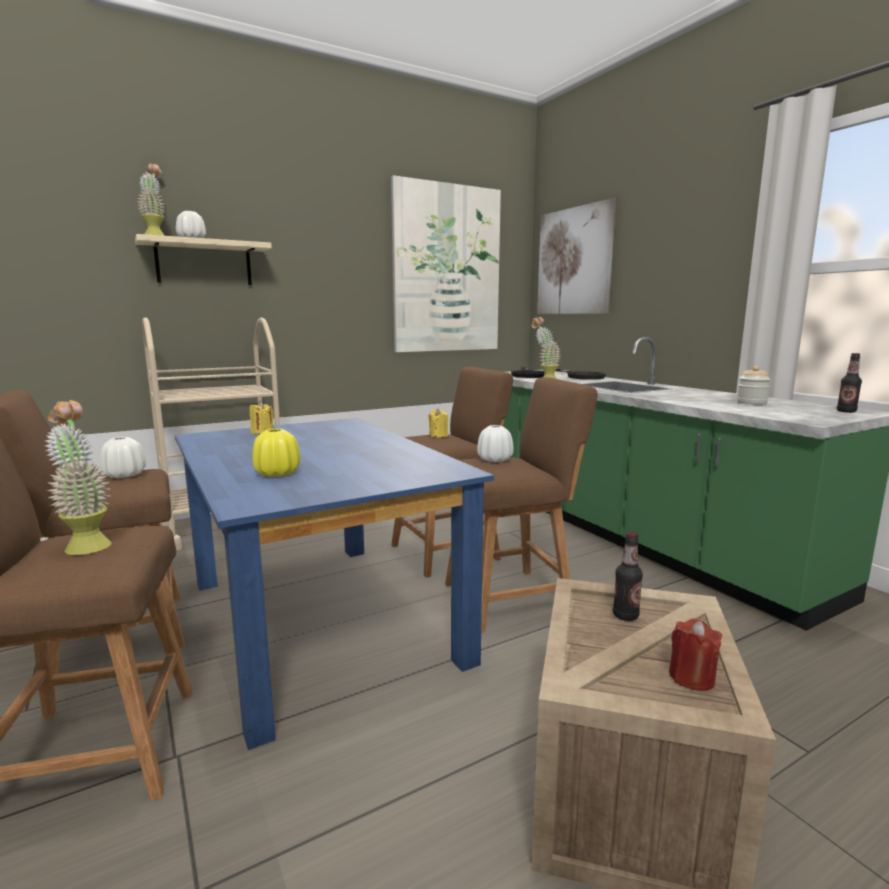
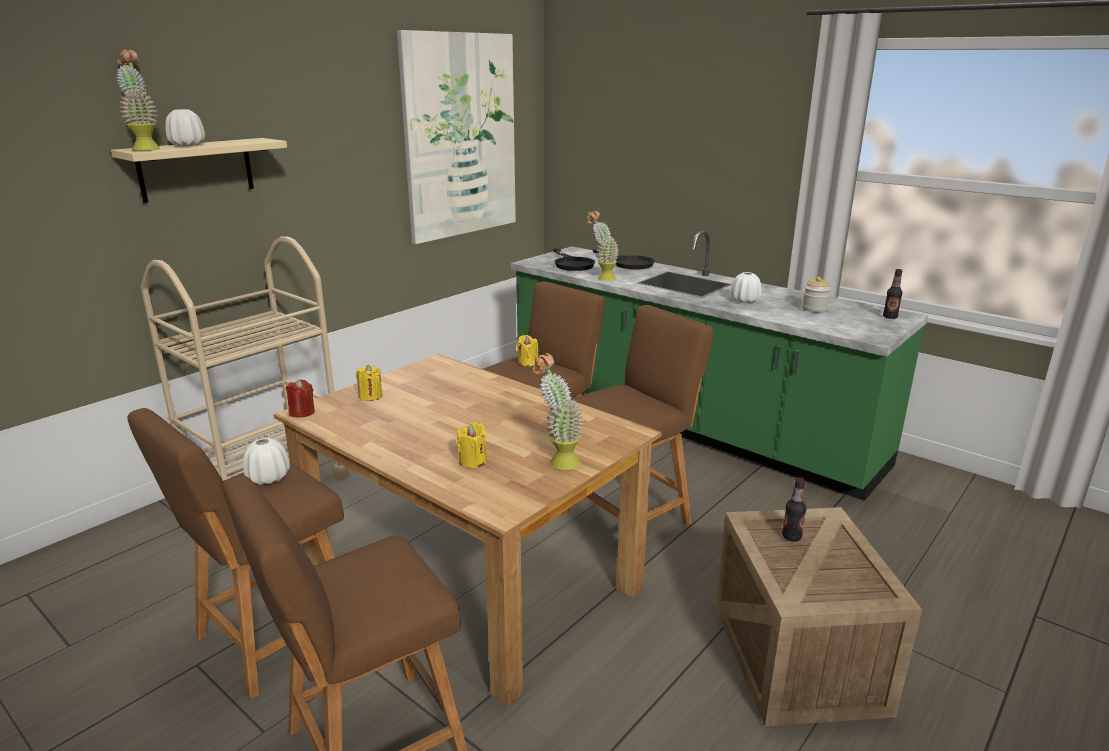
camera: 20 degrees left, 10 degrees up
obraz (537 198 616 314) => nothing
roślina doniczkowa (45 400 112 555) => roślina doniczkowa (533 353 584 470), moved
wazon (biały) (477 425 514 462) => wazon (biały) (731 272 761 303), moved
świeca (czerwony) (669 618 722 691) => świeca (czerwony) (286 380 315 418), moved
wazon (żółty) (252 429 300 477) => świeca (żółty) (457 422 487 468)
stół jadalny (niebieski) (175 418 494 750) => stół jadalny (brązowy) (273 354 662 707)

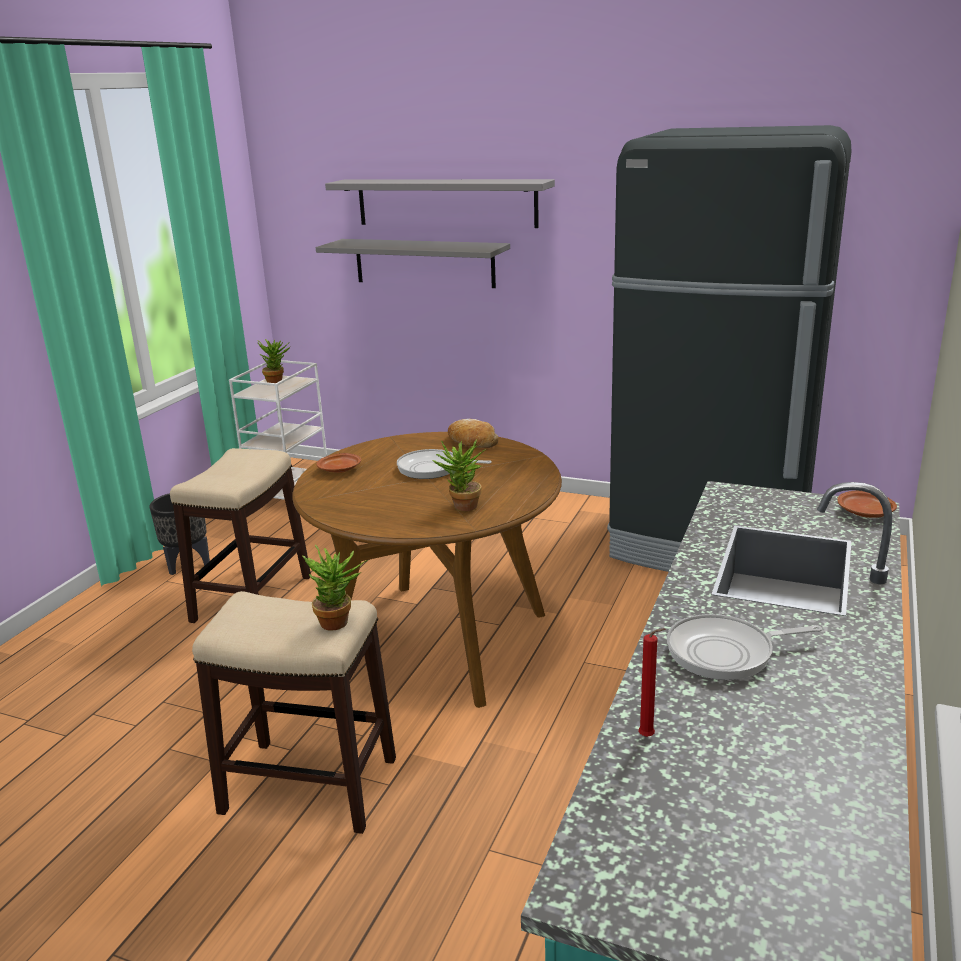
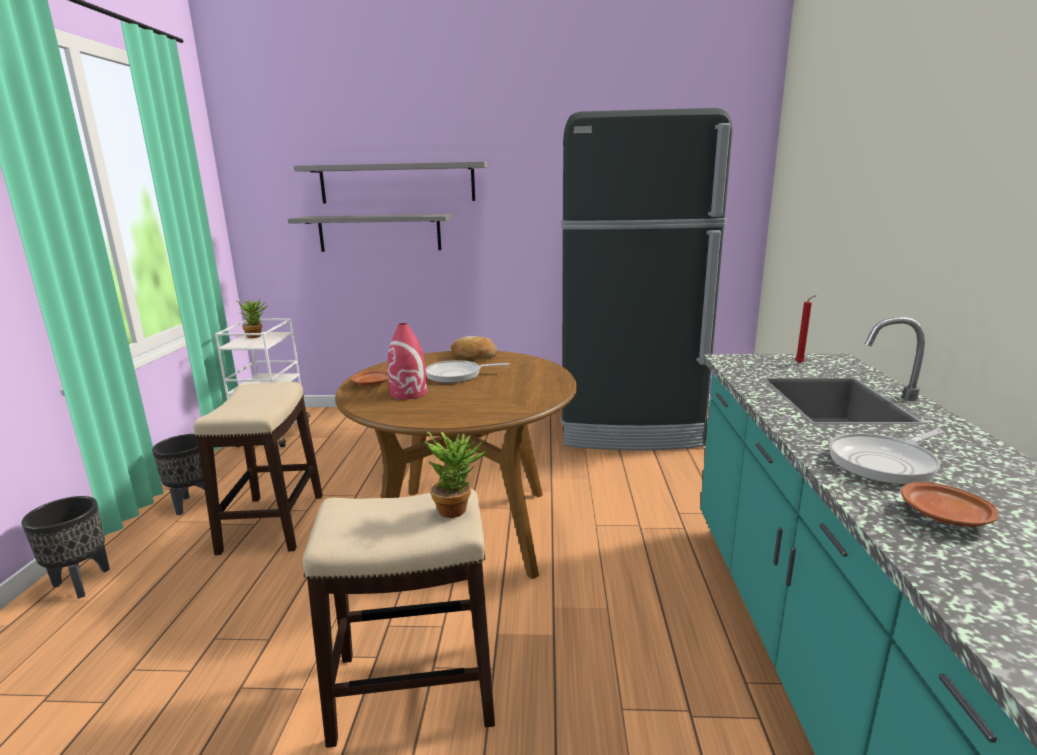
camera: 20 degrees left, 5 degrees down
roślina doniczkowa (432 440 485 511) => nothing
nothing => donica (czarny) (21 496 110 599)
nothing => wazon (czerwony) (387 323 427 400)
świeca (czerwony) (638 628 665 737) => świeca (czerwony) (795 295 817 363), moved
talerz (brązowy) (837 491 897 518) => talerz (brązowy) (901 482 999 527), moved

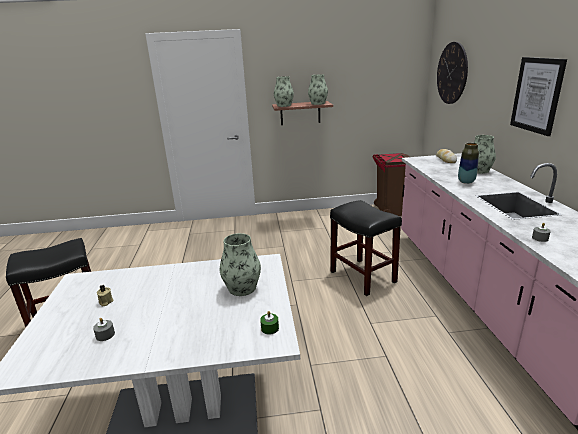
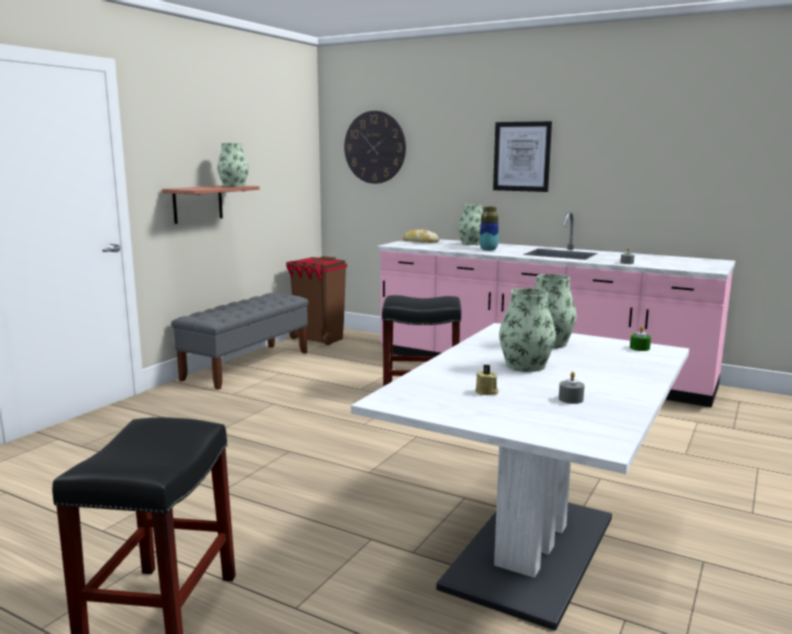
camera: 55 degrees left, 10 degrees down
nothing => ławka (szary) (171 293 309 390)
wazon (274 76 294 107) => wazon (499 288 556 372), moved

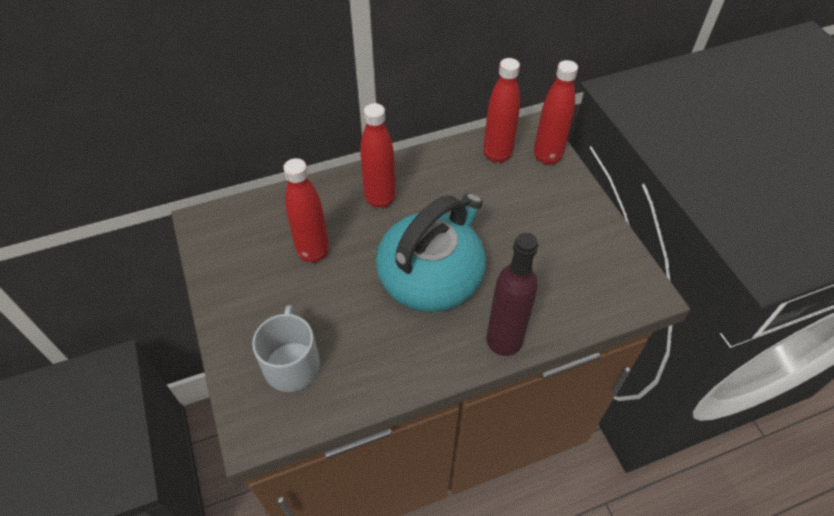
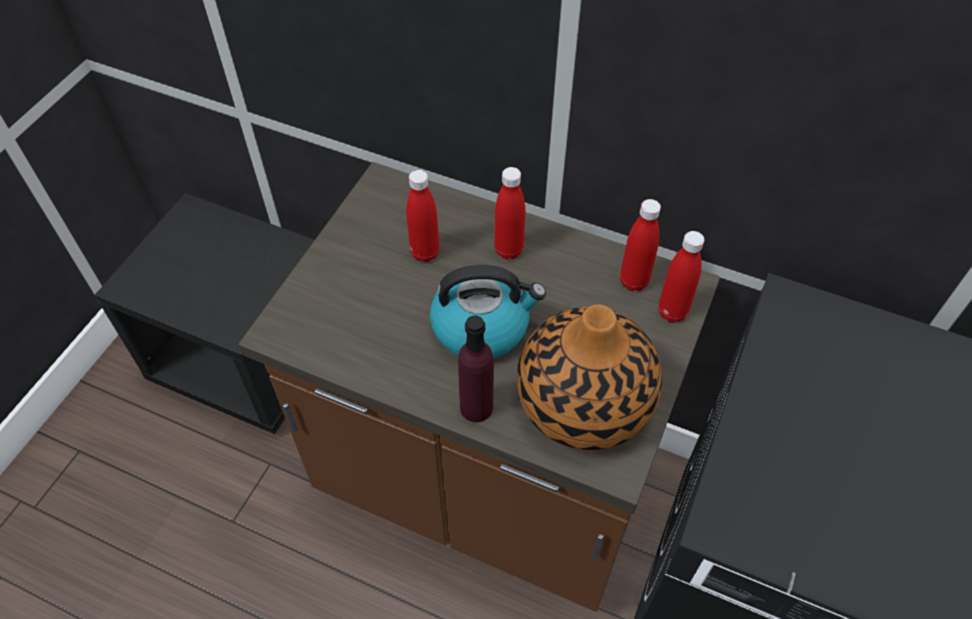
camera: 45 degrees right, 0 degrees up
kubek (szary) (252 305 320 392) => nothing
nothing => wazon (517 304 662 451)

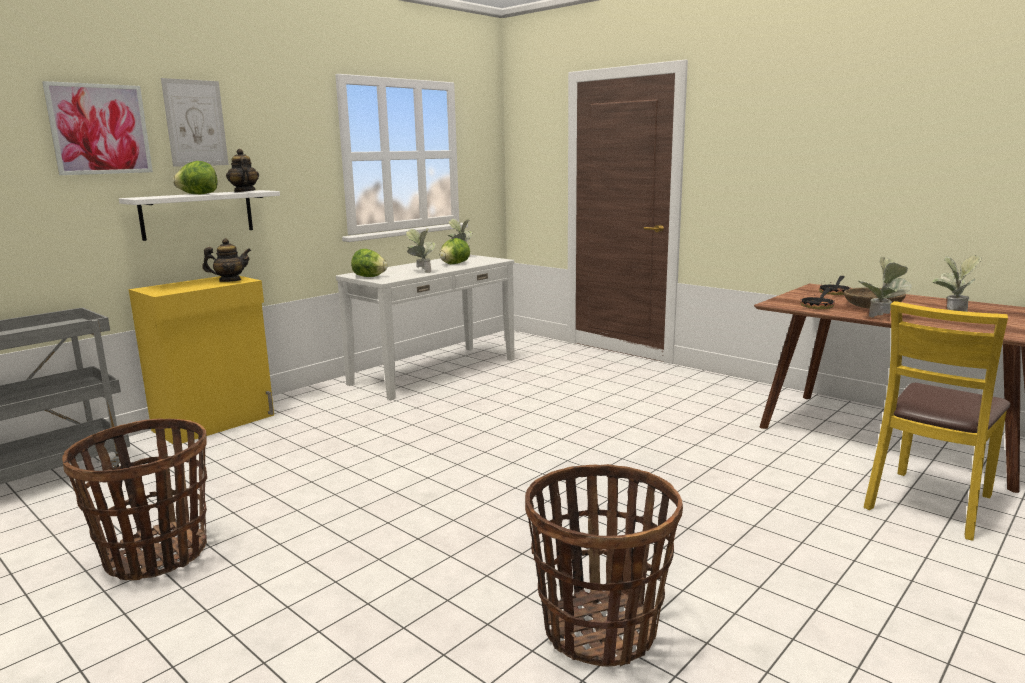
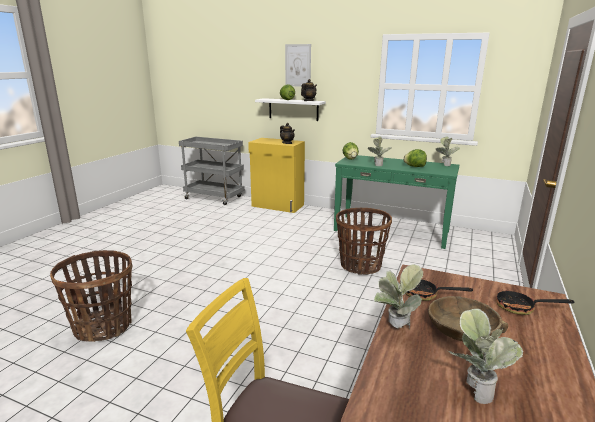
camera: 70 degrees right, 5 degrees up
obraz (42 81 153 175) => nothing
koszyk (62 418 207 580) => koszyk (336 208 392 275), moved
stolik konsolowy (biały) (336 255 515 400) => stolik konsolowy (zielony) (334 155 459 249)

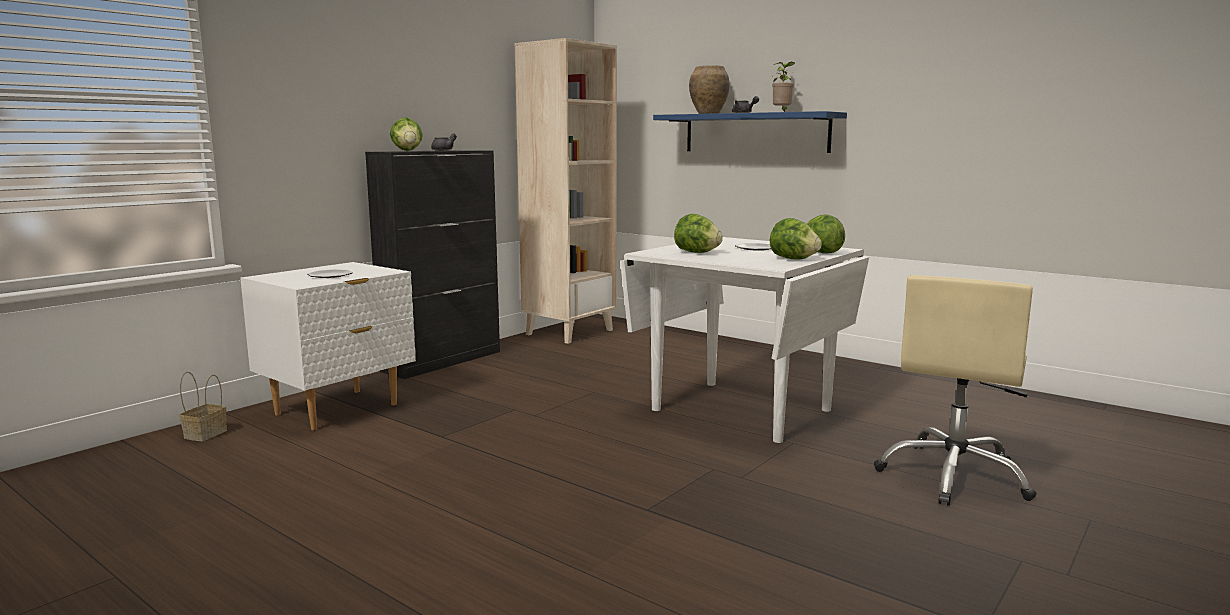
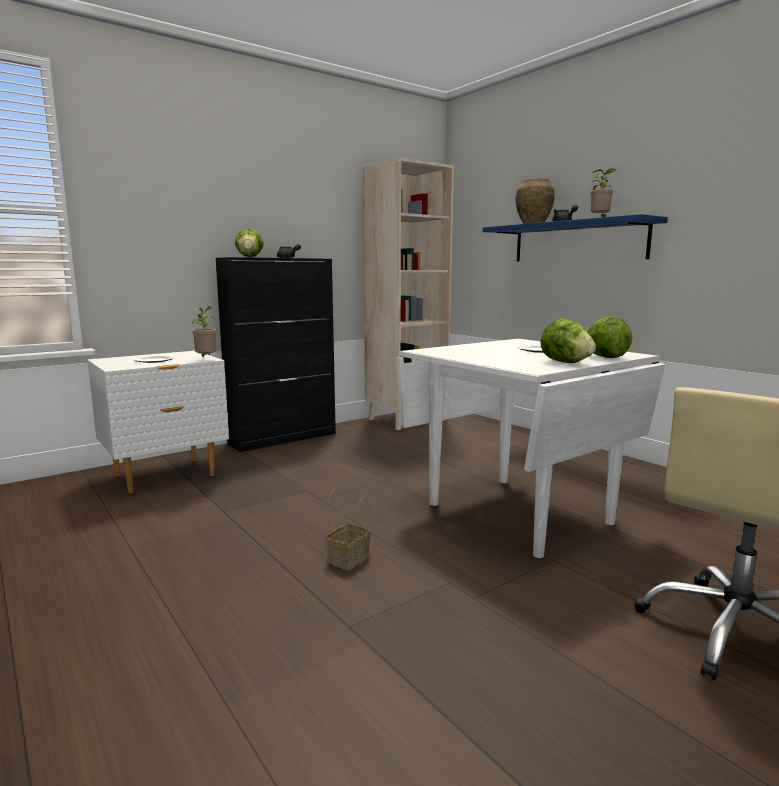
camera: 15 degrees right, 0 degrees up
sałata (674 214 723 253) => nothing
nothing => roślina doniczkowa (192 306 216 358)
koszyk (179 372 227 441) => koszyk (326 489 370 570), moved

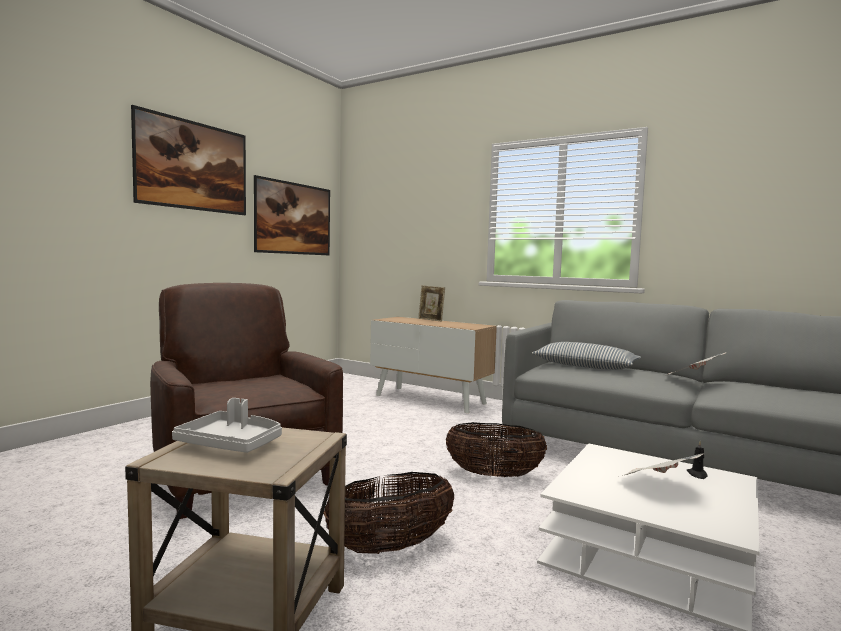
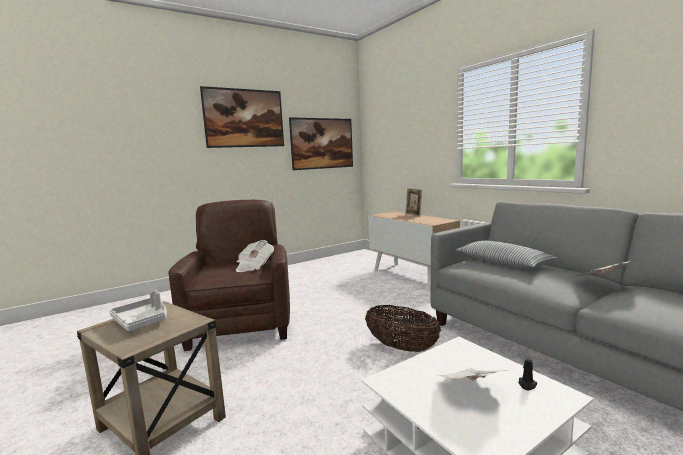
camera: 25 degrees right, 5 degrees up
koszyk (324 472 454 554) => nothing
nothing => gazeta (236 240 274 272)

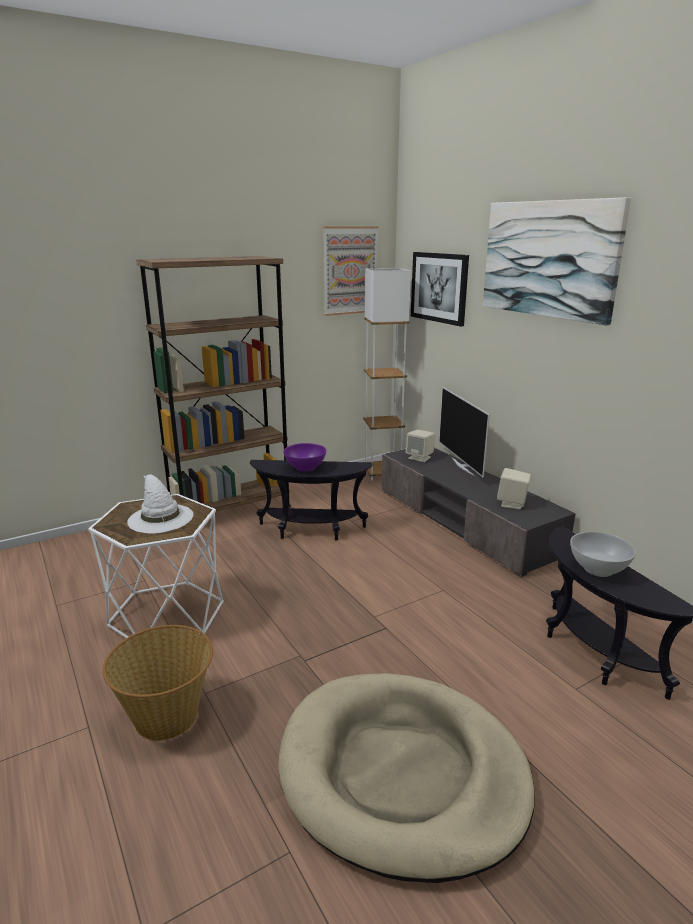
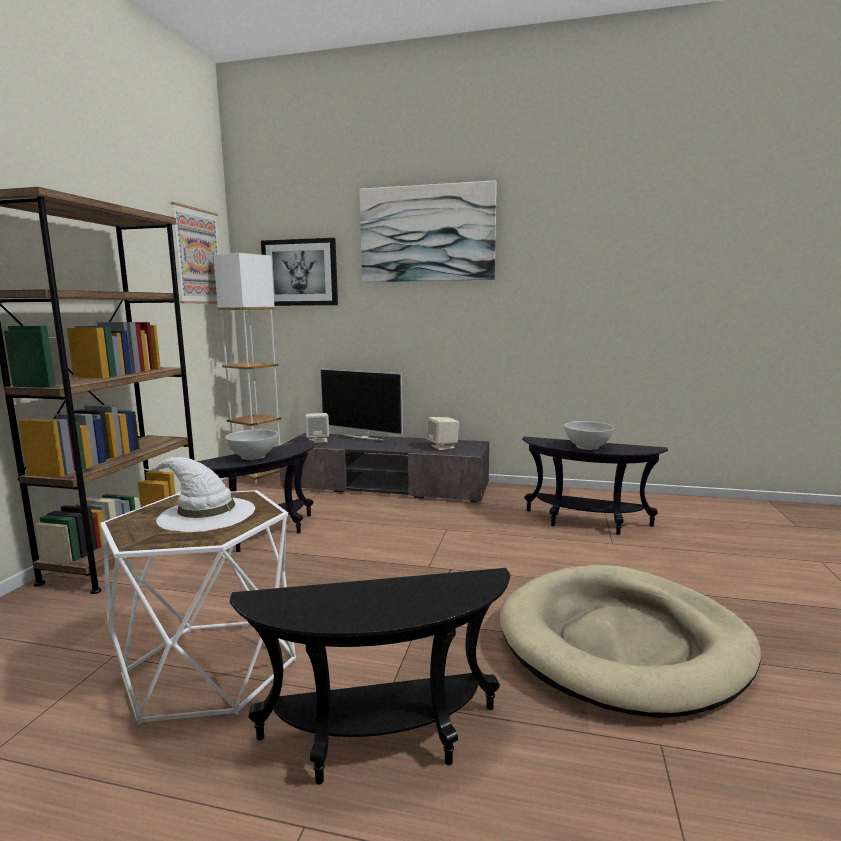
camera: 45 degrees left, 10 degrees down
koszyk (103 625 213 741) => stolik (czarny) (230 568 510 785)
miska (fioletowy) (283 443 326 472) => miska (biały) (225 429 278 460)

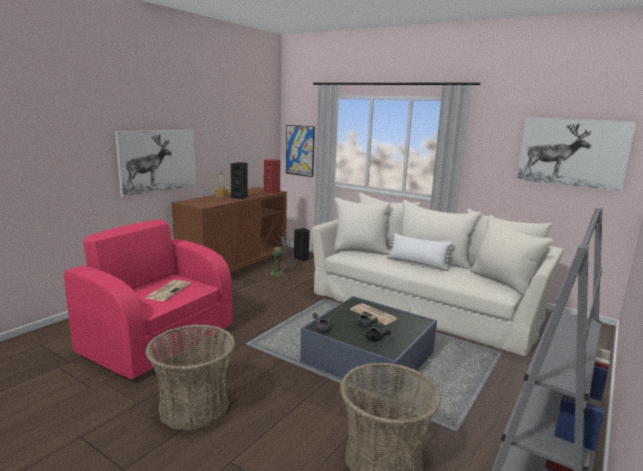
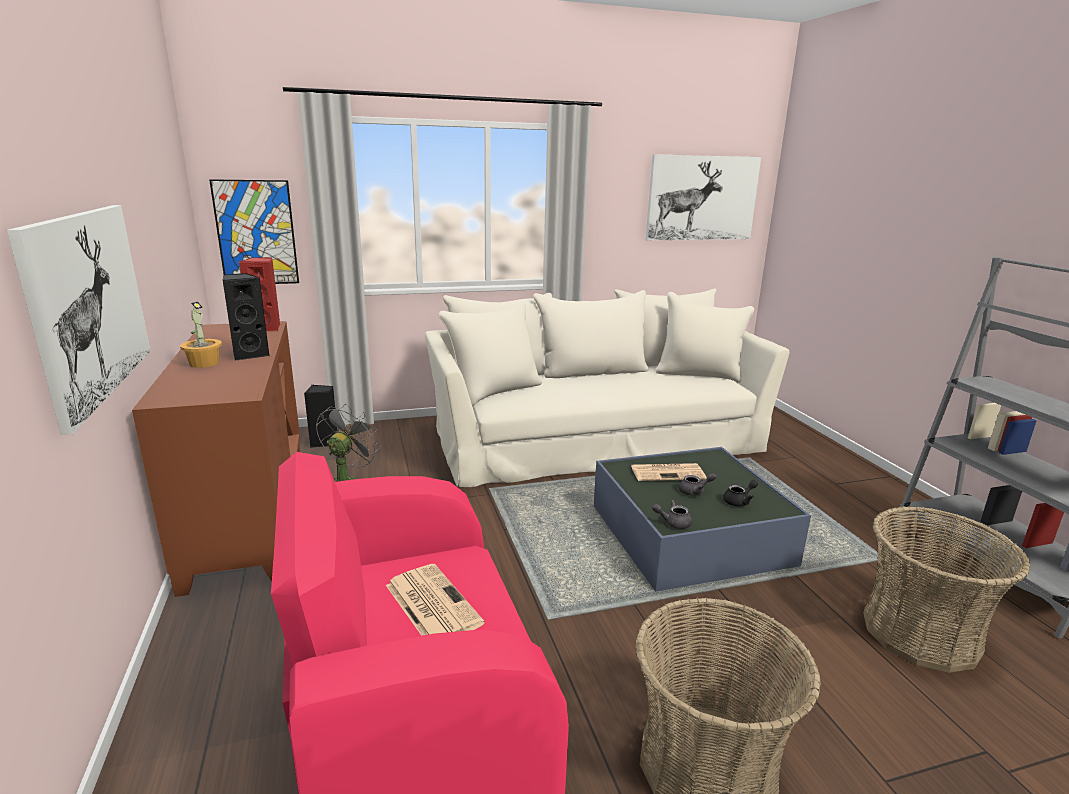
camera: 50 degrees left, 5 degrees up
poduszka (biały) (387 233 454 271) => nothing

